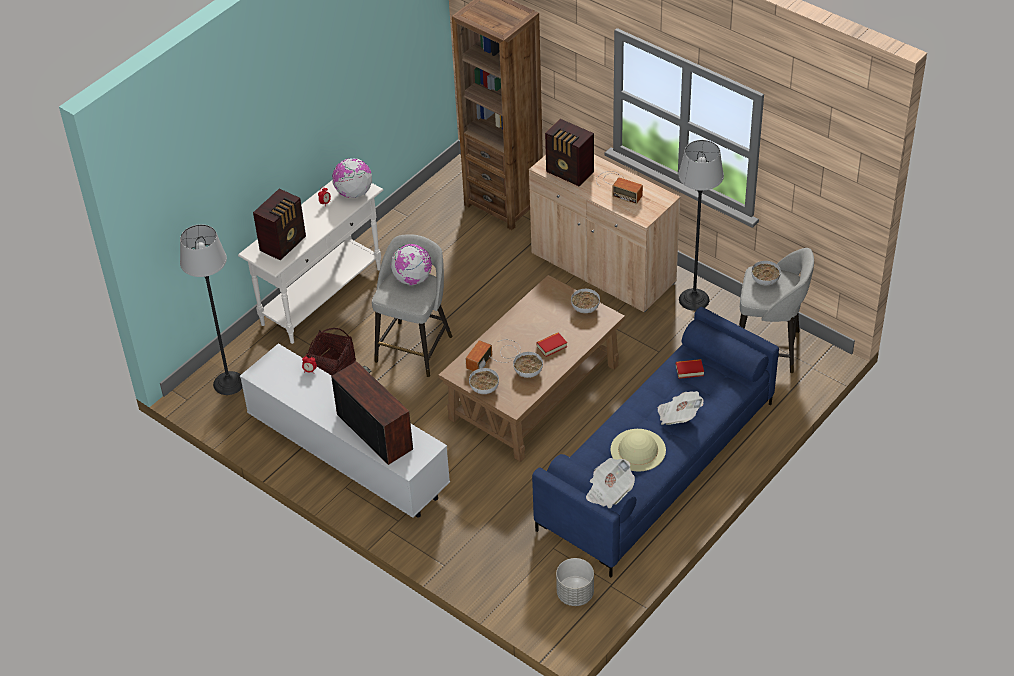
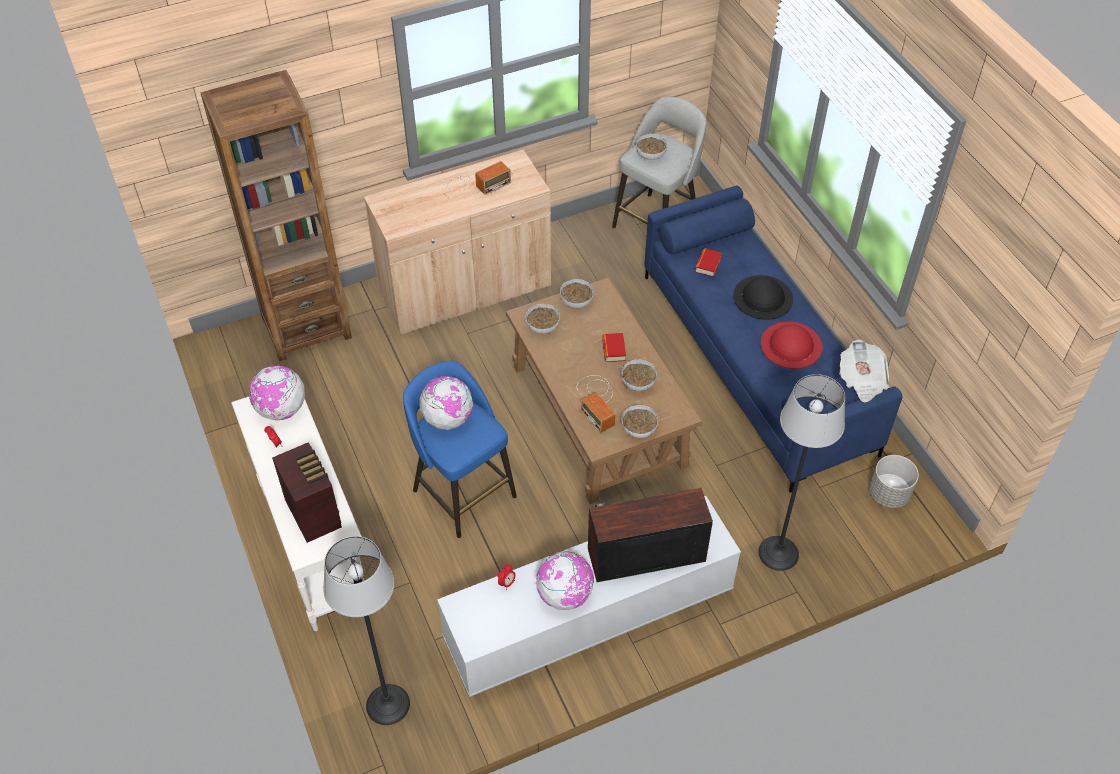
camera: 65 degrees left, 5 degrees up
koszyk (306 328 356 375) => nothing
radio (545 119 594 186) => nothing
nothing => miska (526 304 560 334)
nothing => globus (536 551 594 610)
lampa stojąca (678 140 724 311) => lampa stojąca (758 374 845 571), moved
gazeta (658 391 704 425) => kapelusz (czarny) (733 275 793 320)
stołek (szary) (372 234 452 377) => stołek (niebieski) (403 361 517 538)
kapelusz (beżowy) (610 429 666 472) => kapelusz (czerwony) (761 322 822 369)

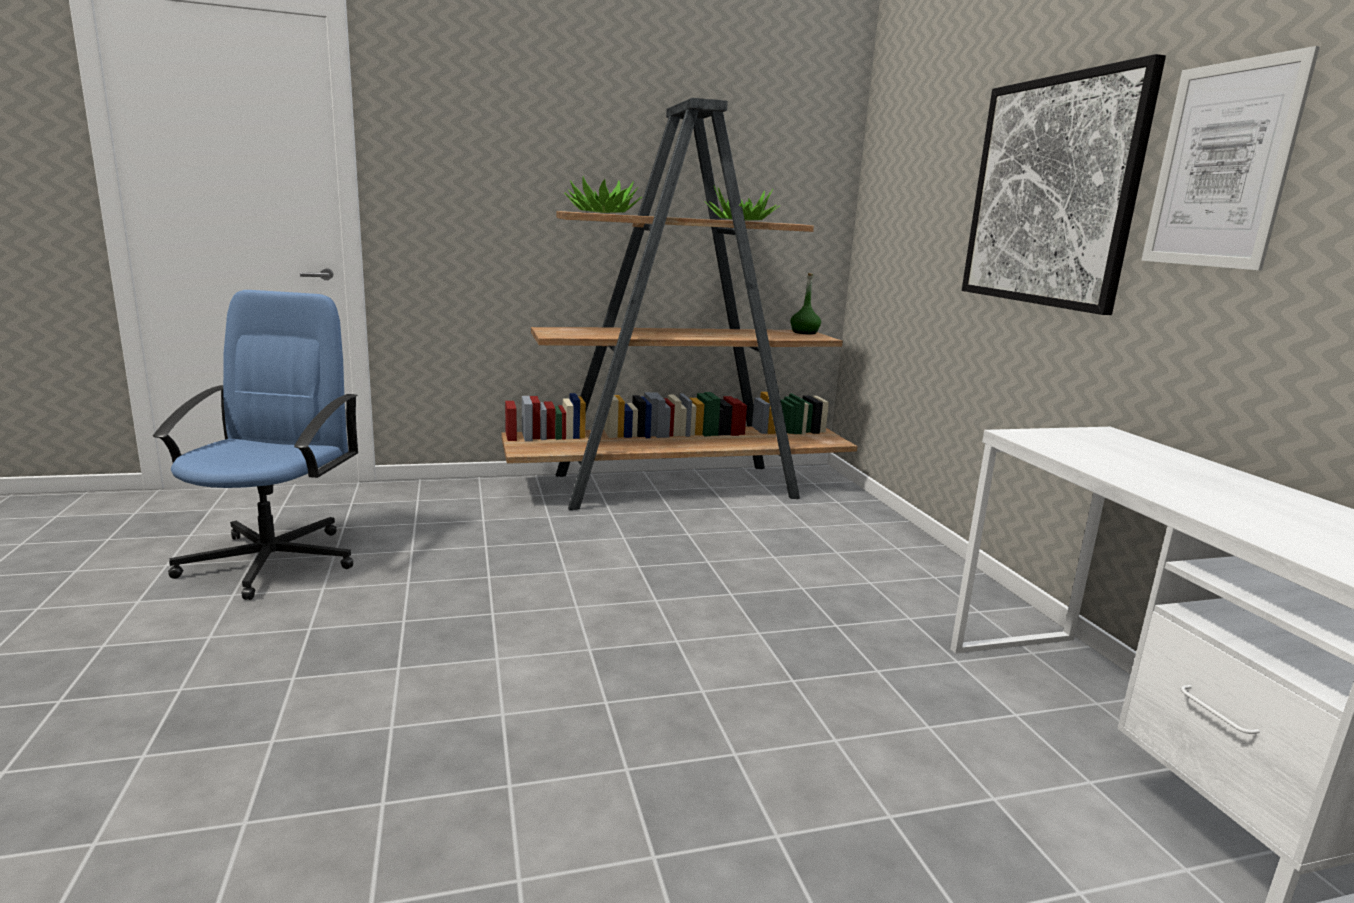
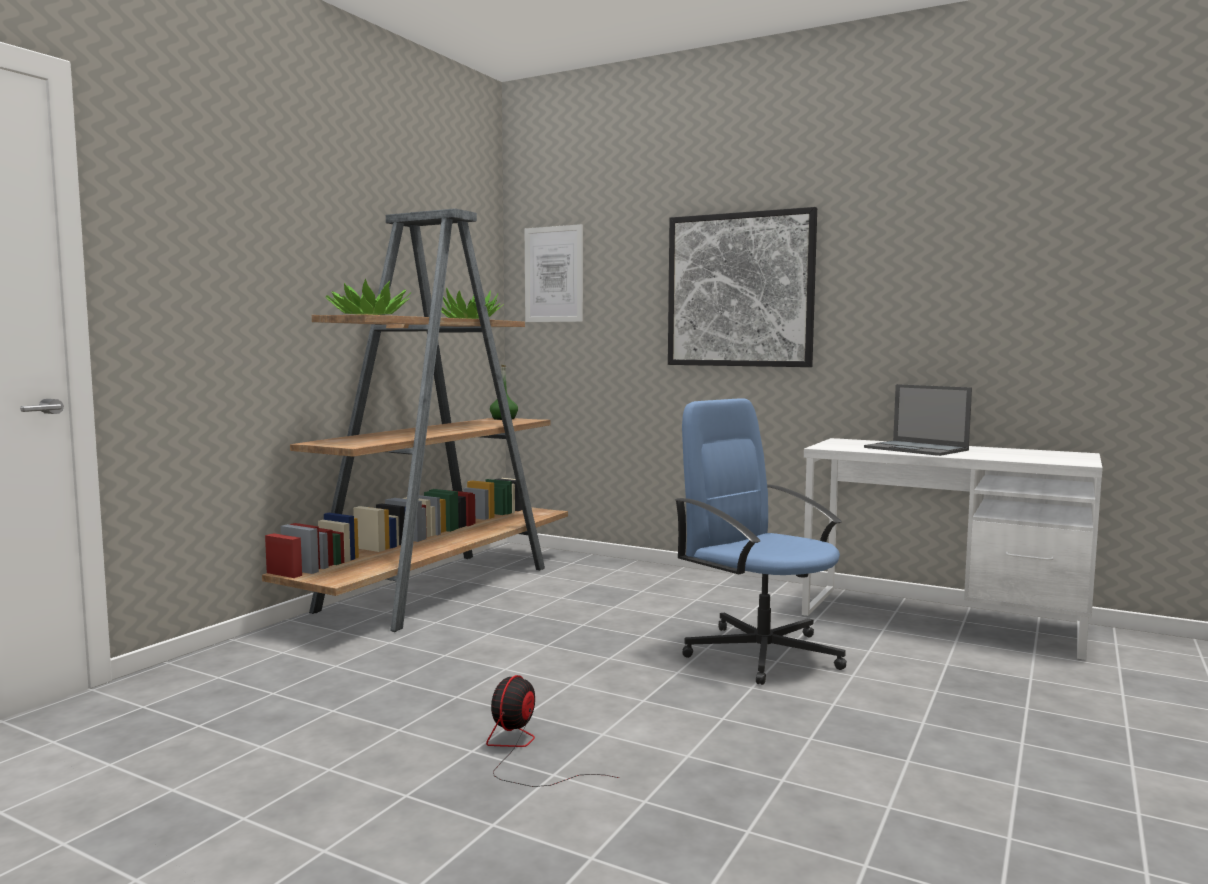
camera: 45 degrees left, 10 degrees down
nothing => wentylator (486 675 619 787)
nothing => laptop (864 384 972 456)
krzesło biurowe (niebieski) (153 290 358 600) => krzesło biurowe (niebieski) (674 398 847 685), moved
obraz (1141 46 1320 271) => obraz (525 224 583 322), moved

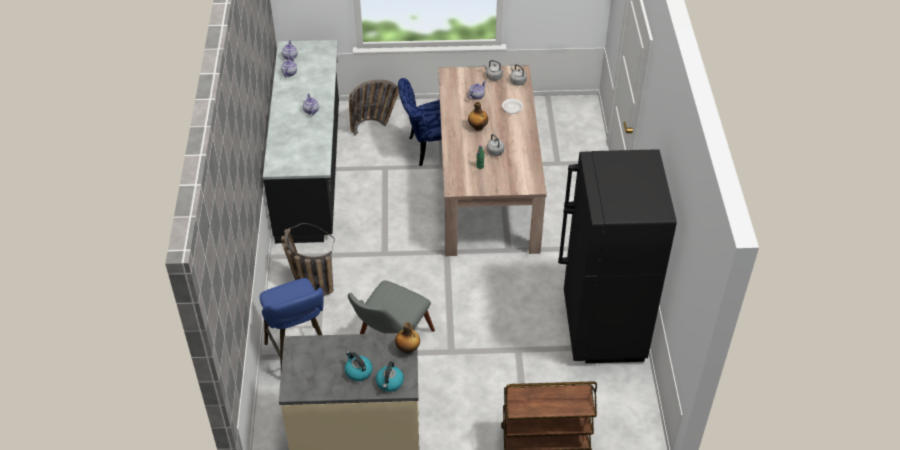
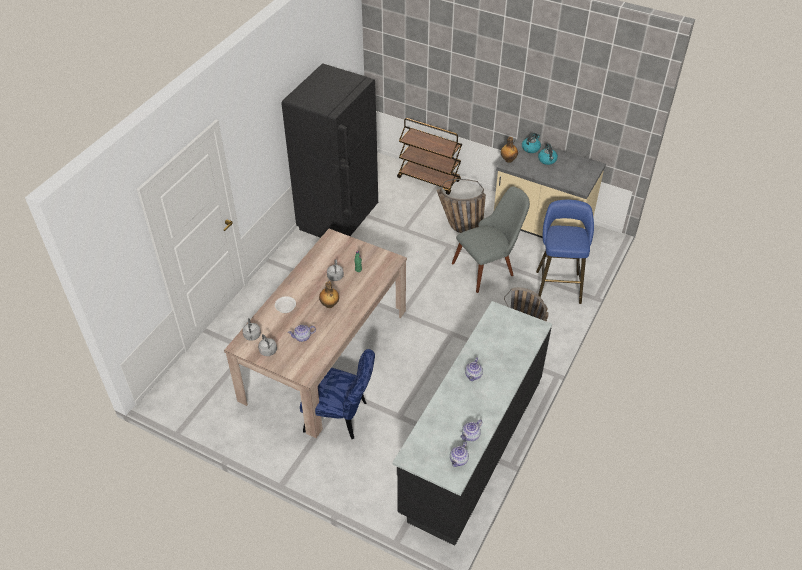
camera: 150 degrees left, 0 degrees up
koszyk (349 80 399 136) => koszyk (437 179 486 233), moved

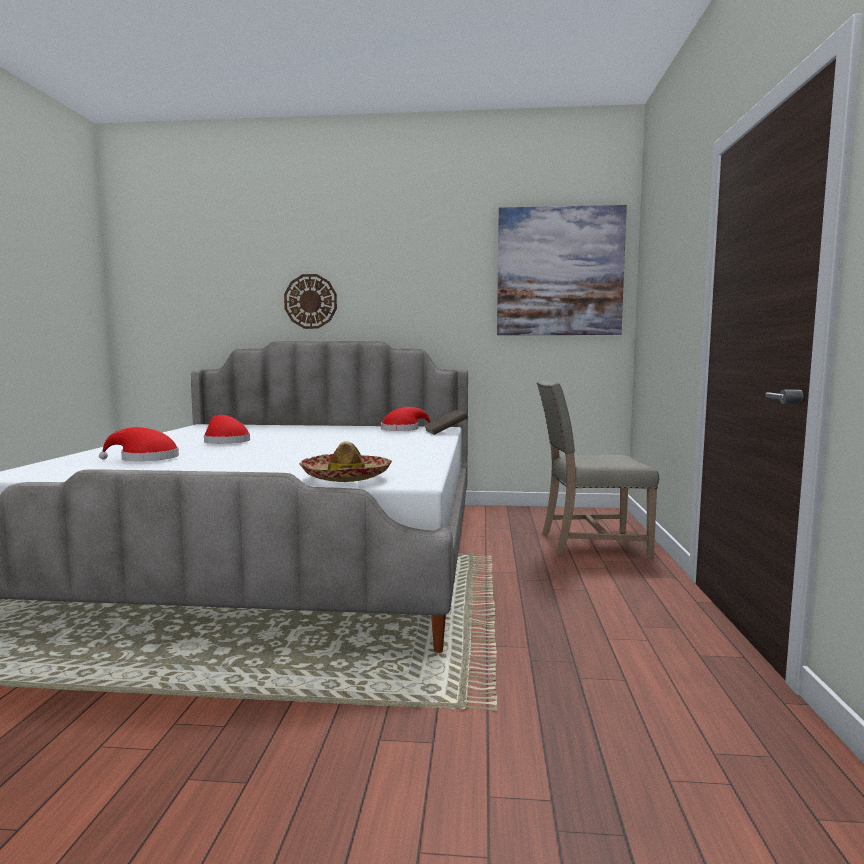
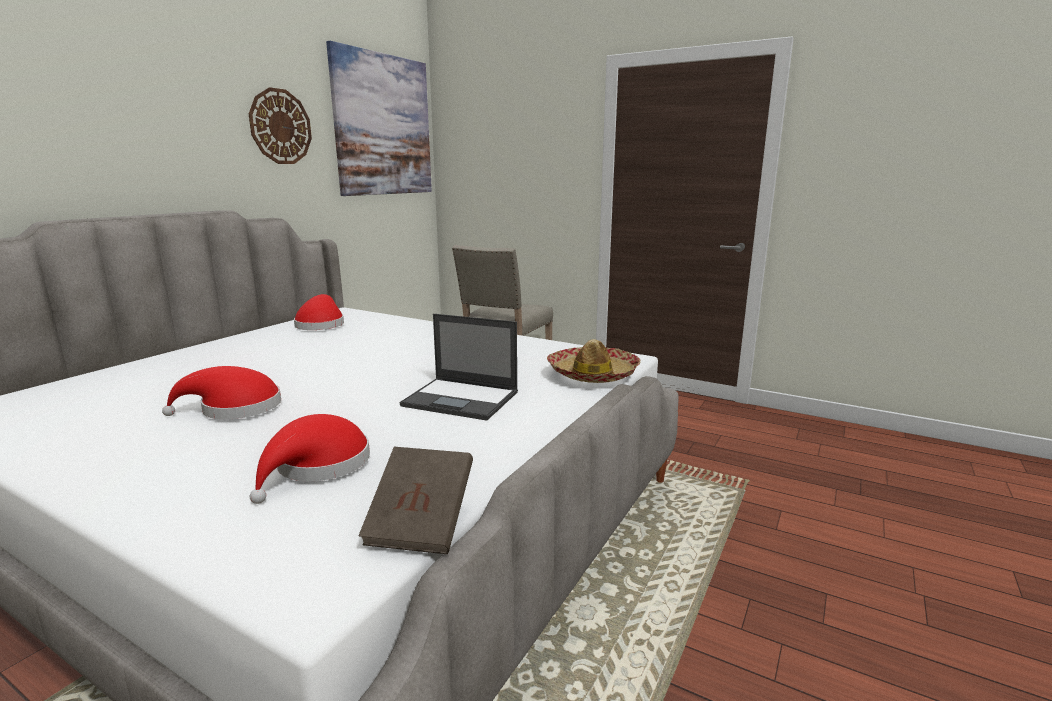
camera: 65 degrees left, 10 degrees up
nothing => laptop (400 314 518 420)
zegar ścienny (284 274 337 329) => zegar ścienny (249 87 312 164), moved
książka (brązowy) (424 410 468 435) => książka (brązowy) (359 447 473 554), moved

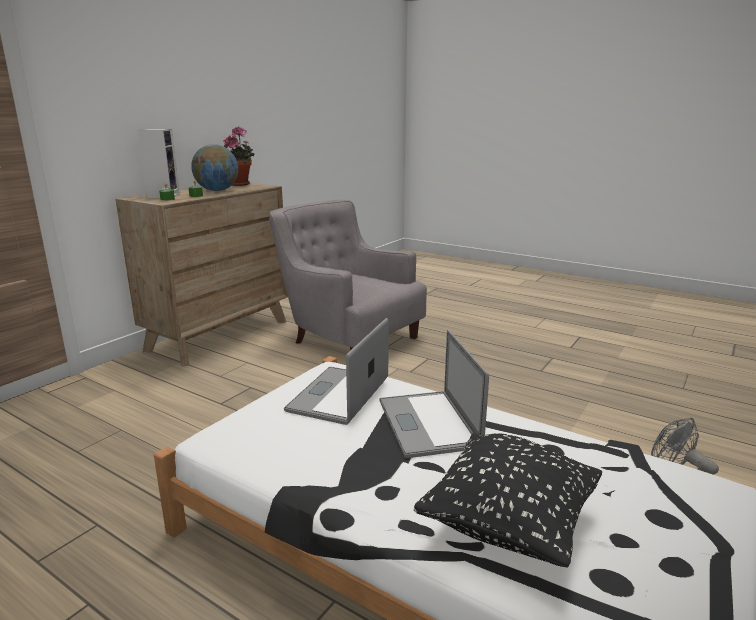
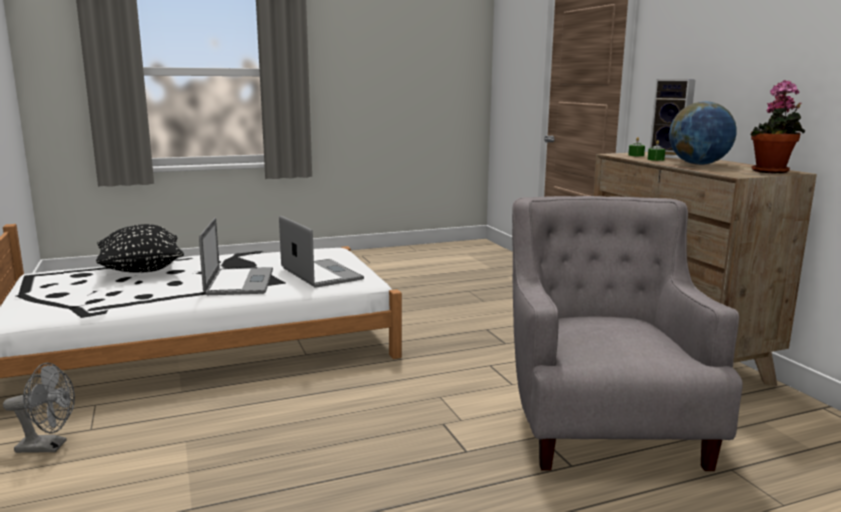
camera: 125 degrees right, 5 degrees down
fotel (szary) (269 200 427 351) => fotel (szary) (512 196 743 471), 75 degrees counterclockwise
laptop (380 330 489 458) => laptop (199 218 273 295), 60 degrees clockwise

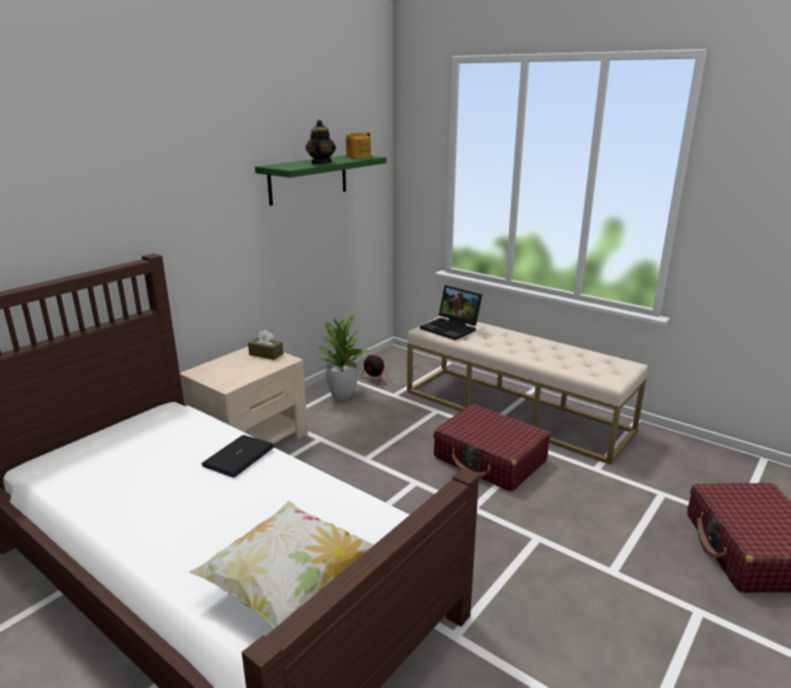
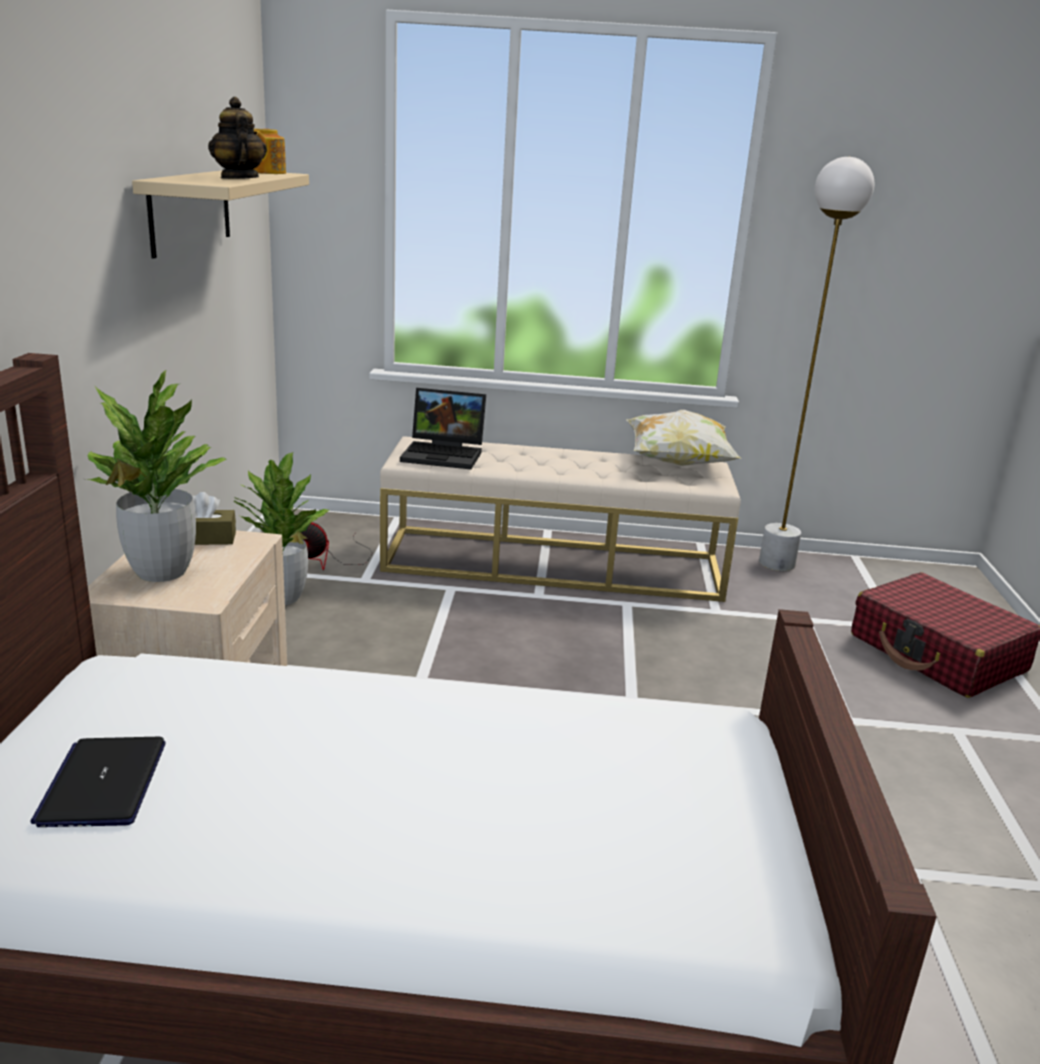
camera: 35 degrees left, 0 degrees up
walizka (czerwony) (433 404 550 492) => nothing
nothing => roślina doniczkowa (86 370 227 582)
nothing => lampa stojąca (biały) (759 157 874 571)
poduszka (189 501 374 629) => poduszka (626 410 741 466), moved
laptop (201 435 274 477) => laptop (30 737 166 827), moved
półka (zielony) (255 155 387 206) => półka (beżowy) (132 170 309 259)

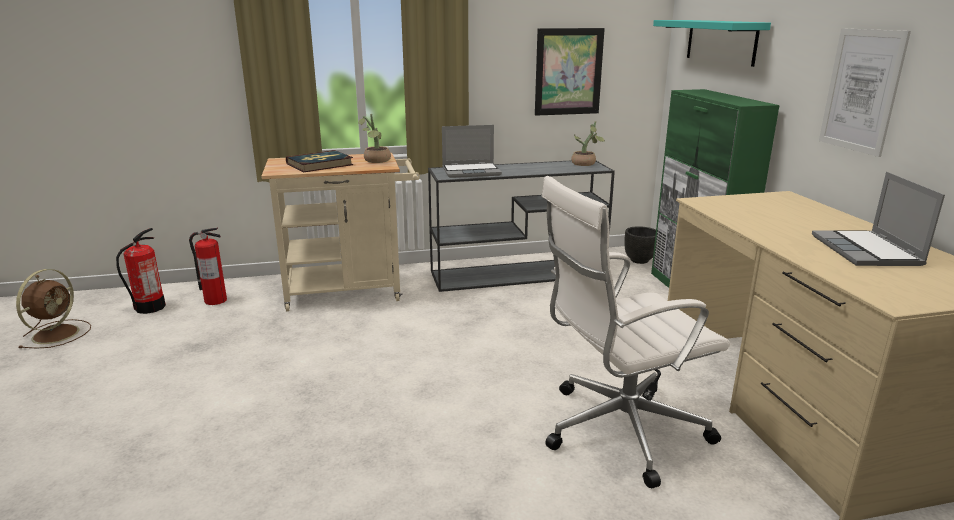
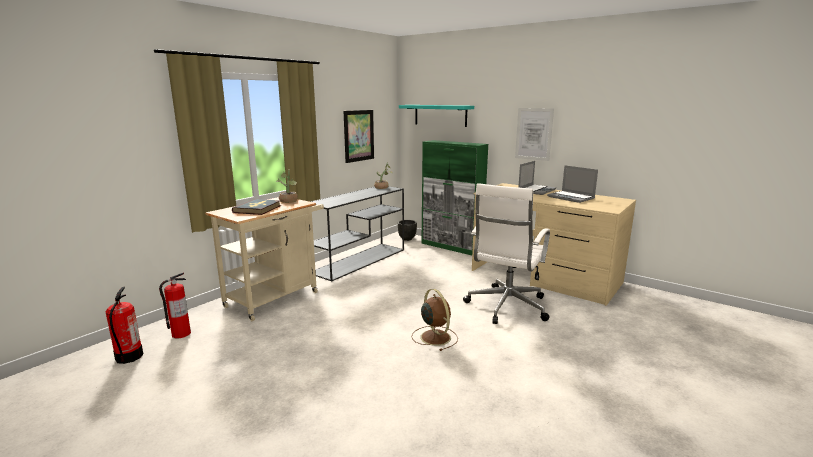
camera: 40 degrees left, 5 degrees down
wentylator (brązowy) (16 269 91 348) => wentylator (brązowy) (412 289 458 351), moved
laptop (442 125 502 178) => laptop (518 161 556 195), moved

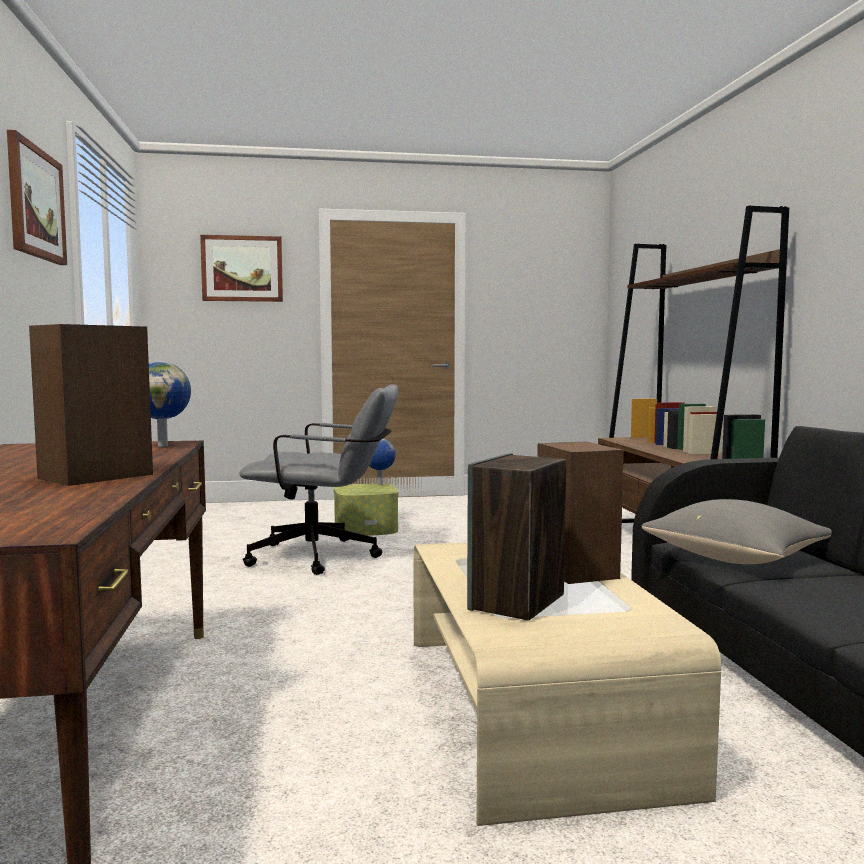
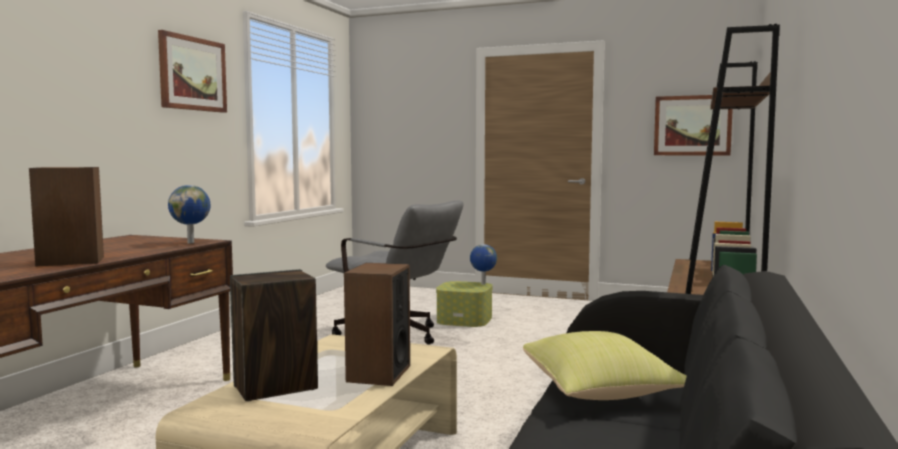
camera: 30 degrees right, 0 degrees up
obraz (200 235 283 302) => obraz (654 95 733 155), moved
poduszka (szary) (642 499 832 564) => poduszka (żółty) (523 331 687 400)

